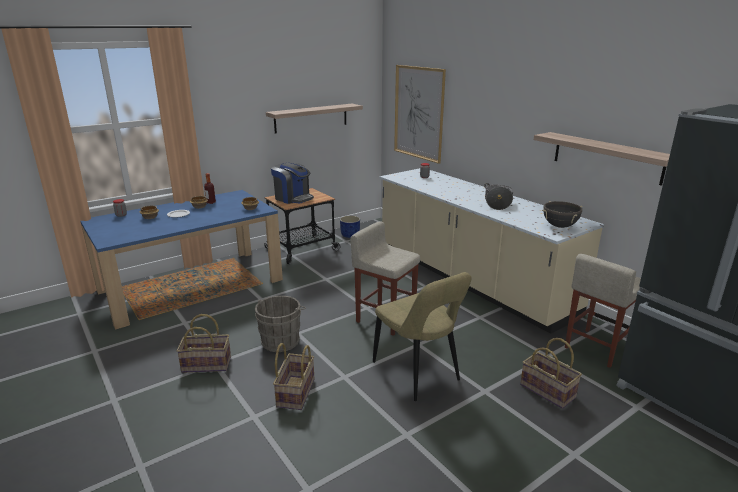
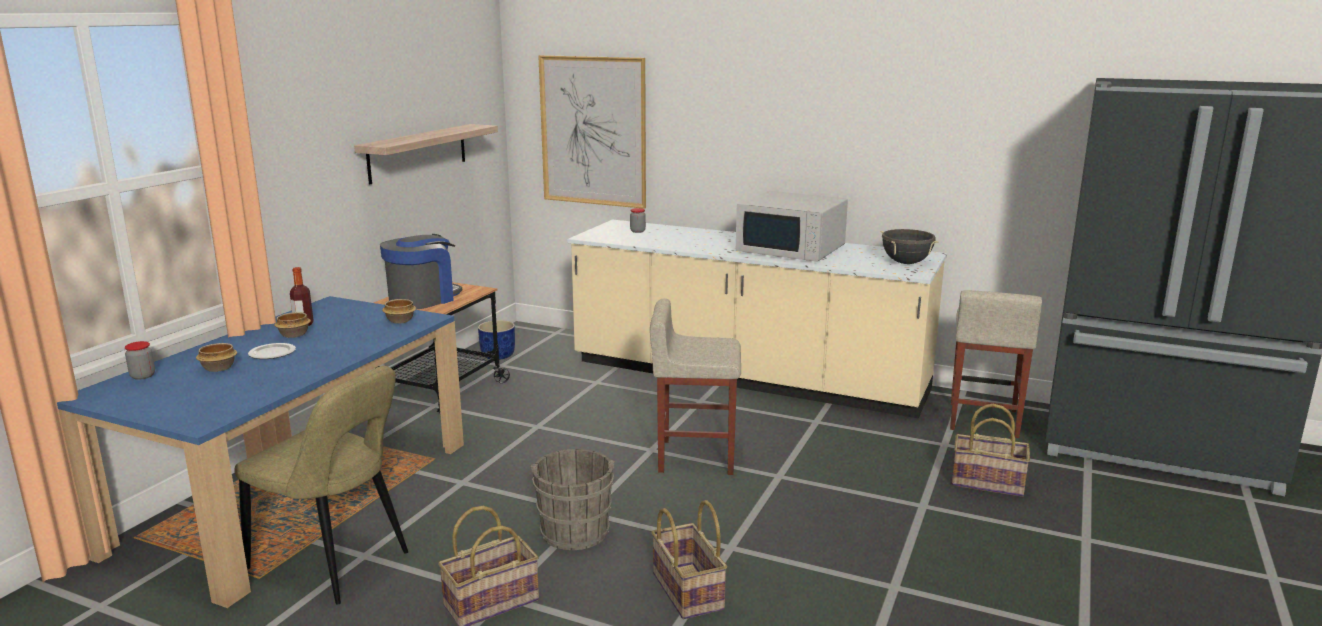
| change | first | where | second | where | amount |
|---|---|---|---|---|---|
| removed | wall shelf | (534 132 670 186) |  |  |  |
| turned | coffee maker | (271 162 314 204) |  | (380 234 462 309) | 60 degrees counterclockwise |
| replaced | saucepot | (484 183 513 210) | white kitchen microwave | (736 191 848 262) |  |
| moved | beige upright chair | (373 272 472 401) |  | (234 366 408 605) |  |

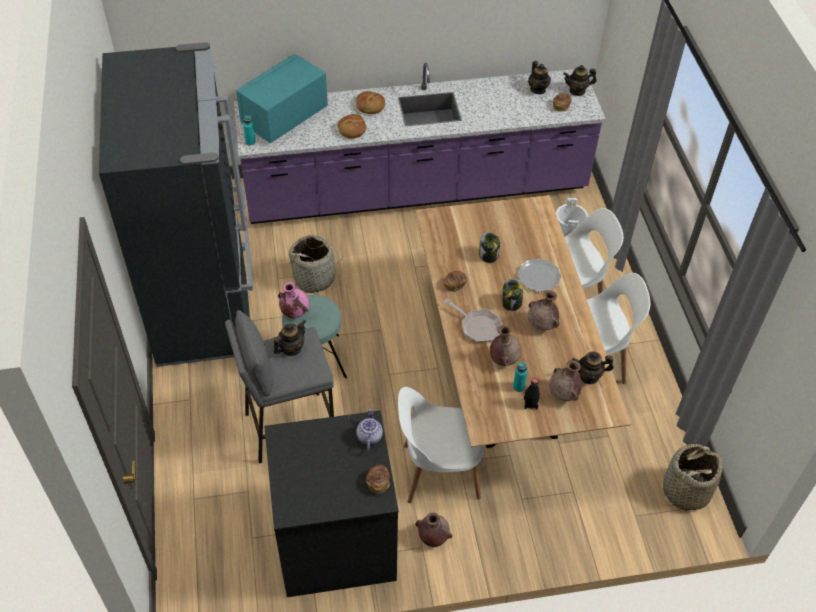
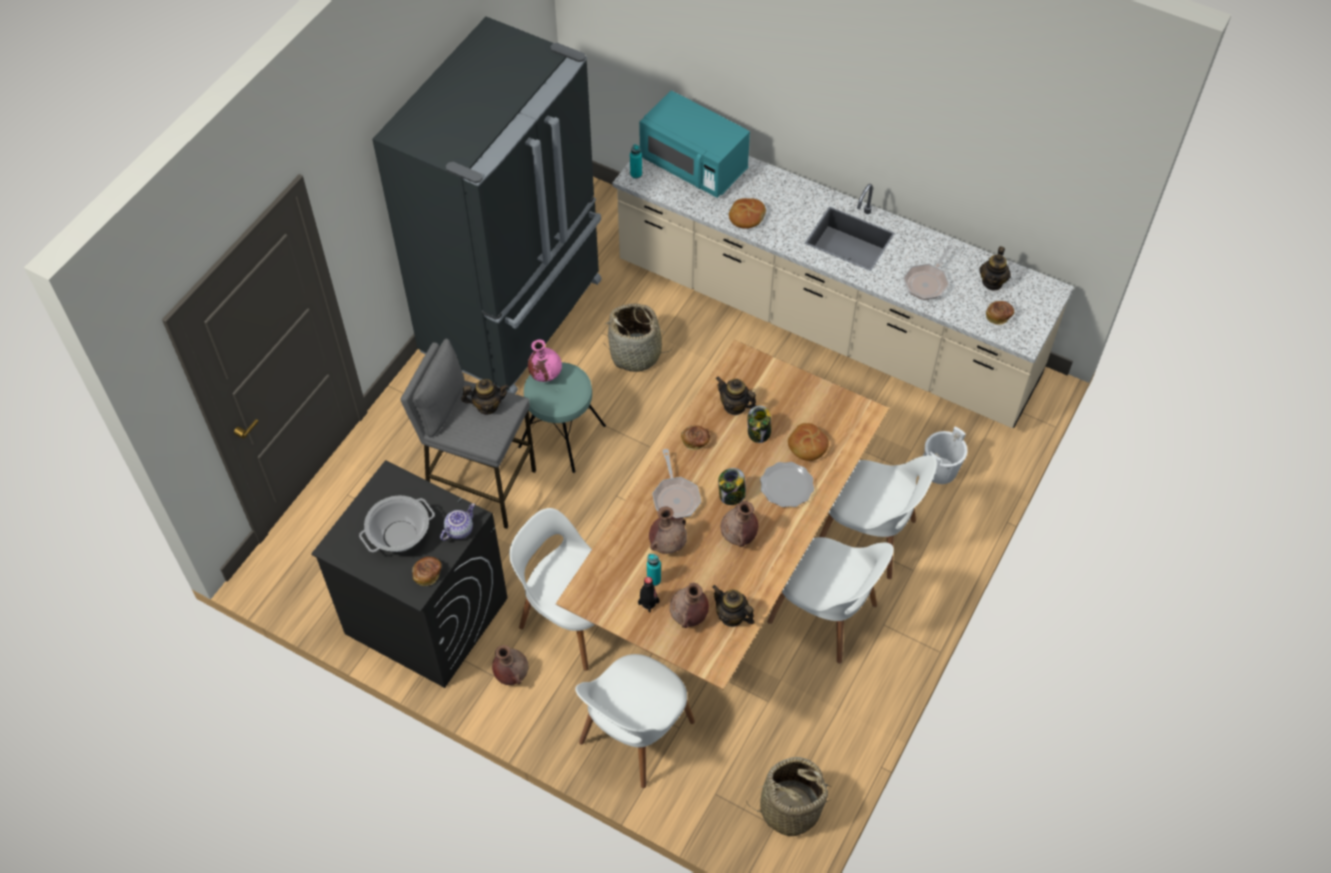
| change | first | where | second | where | amount |
|---|---|---|---|---|---|
| turned | blue-green kitchen microwave | (236 54 328 144) |  | (639 91 750 198) | 135 degrees counterclockwise |
| recoloured | purplish kitchen base unit | (234 63 606 224) | beige kitchen base unit | (613 156 1074 428) |  |
| moved | tea pot | (564 65 597 96) |  | (716 376 756 415) |  |
| moved | baked bread | (356 91 385 114) |  | (788 423 829 461) |  |
| added |  |  | frying pan | (903 245 953 300) |  |
| added |  |  | saucepot | (359 495 435 552) |  |
| added |  |  | white upright chair | (575 654 695 788) |  |

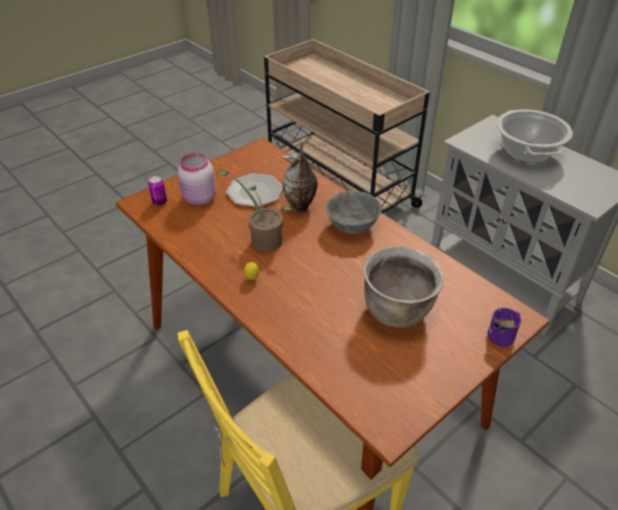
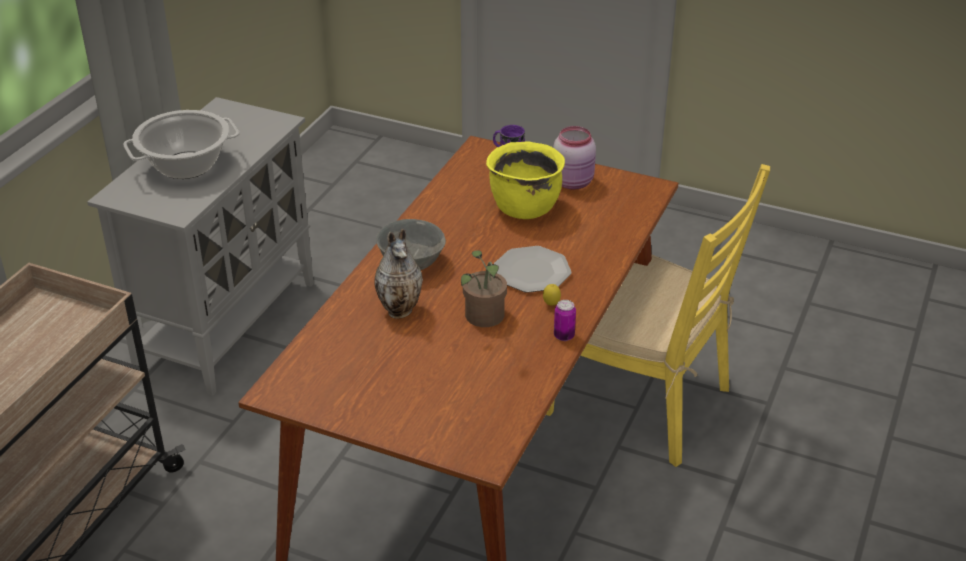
| change | first | where | second | where | amount |
|---|---|---|---|---|---|
| moved | pink-coloured storage jar | (178 153 216 206) |  | (553 126 596 190) |  |
| moved | flat dish | (226 173 283 207) |  | (494 246 572 293) |  |
| moved | sealed can | (148 176 167 206) |  | (554 300 576 341) |  |
| recoloured | brownish saucepot | (363 246 444 328) | yellow saucepot | (486 142 565 219) |  |

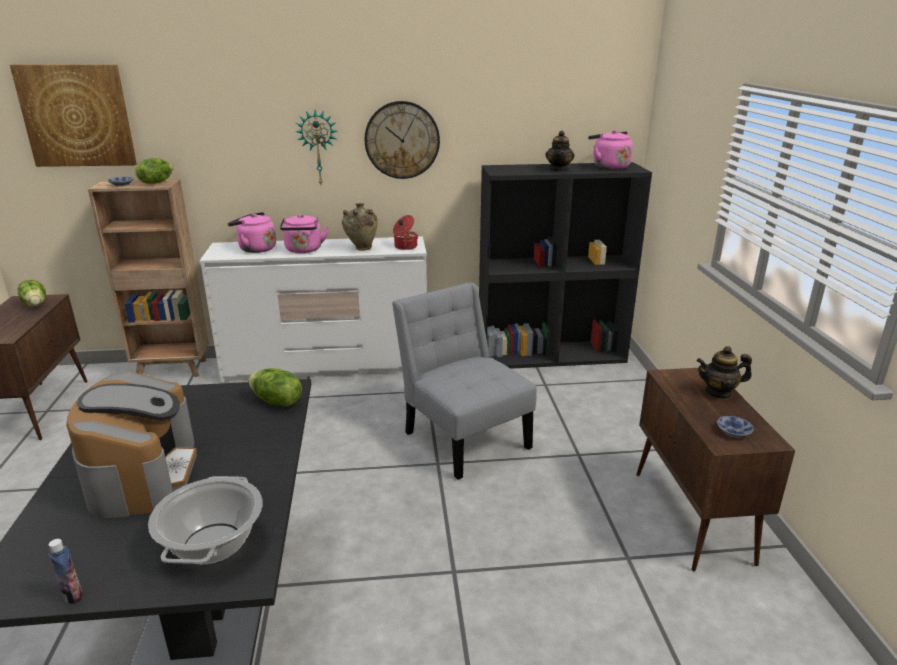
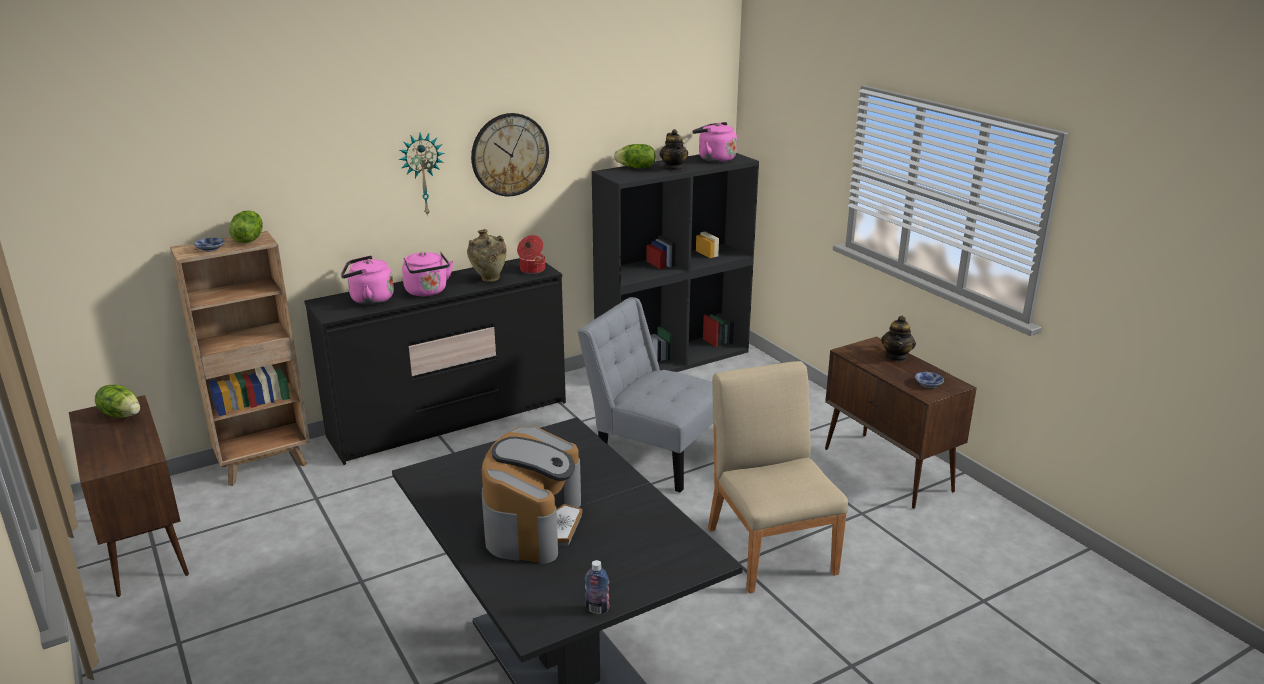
| change | first | where | second | where | amount |
|---|---|---|---|---|---|
| removed | wall art | (10 64 137 167) |  |  |  |
| recoloured | white drawer chest | (200 236 427 383) | black-coloured drawer chest | (304 258 566 465) |  |
| turned | tea pot | (697 346 752 399) |  | (881 316 916 361) | 45 degrees counterclockwise |
| moved | lettuce | (248 368 302 406) |  | (614 144 656 168) |  |
| turned | coffee maker | (66 371 197 518) |  | (482 426 582 563) | 45 degrees clockwise |
| removed | saucepot | (148 476 262 564) |  |  |  |
| added |  |  | beige upright chair | (708 361 848 593) |  |

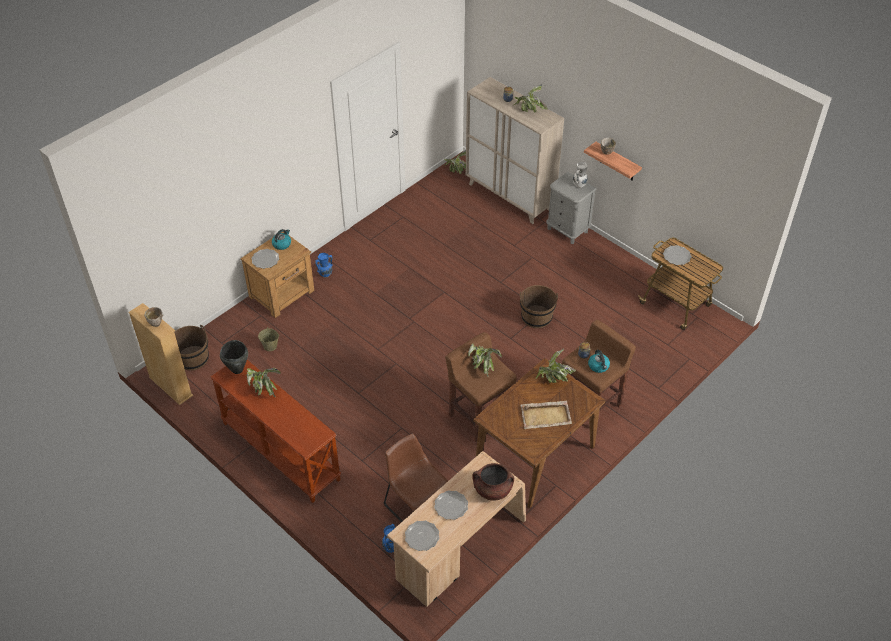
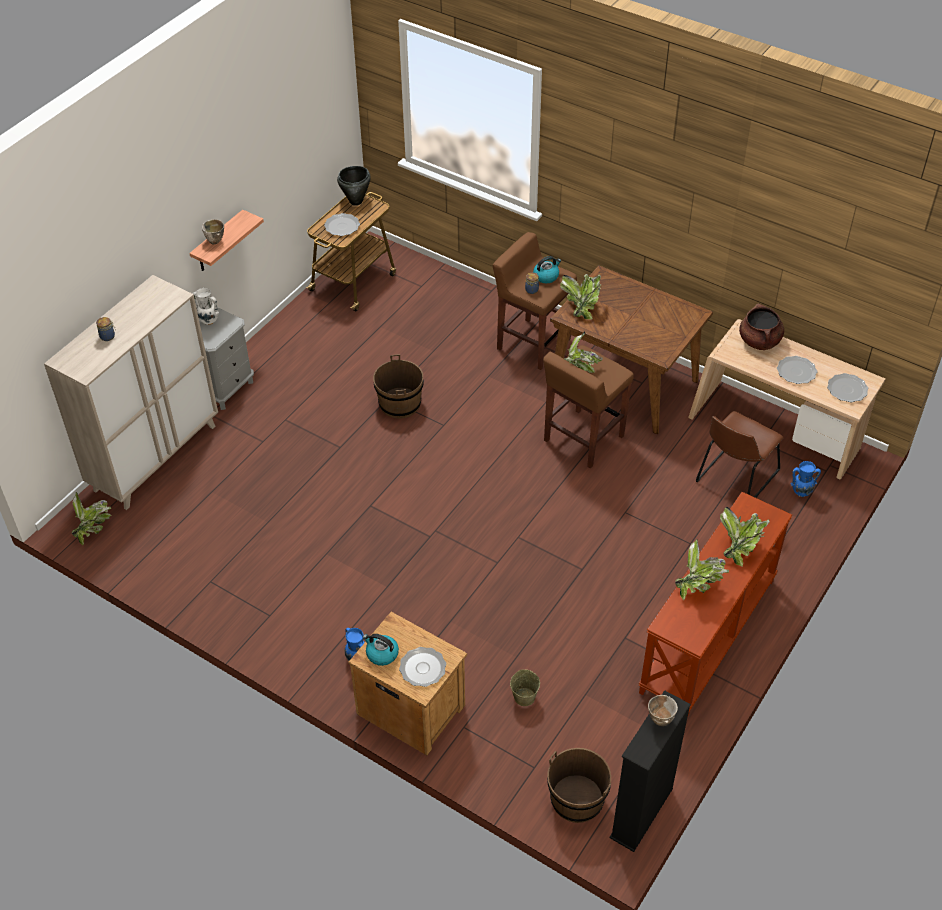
| change | first | where | second | where | amount |
|---|---|---|---|---|---|
| moved | plant in a pot | (514 84 548 113) |  | (720 507 770 566) |  |
| recoloured | beige bookshelf | (128 303 193 405) | black-coloured bookshelf | (609 690 691 852) |  |
| moved | black-coloured saucepot | (220 340 248 374) |  | (337 166 371 206) |  |
| removed | beige carrying tray | (520 401 572 429) |  |  |  |

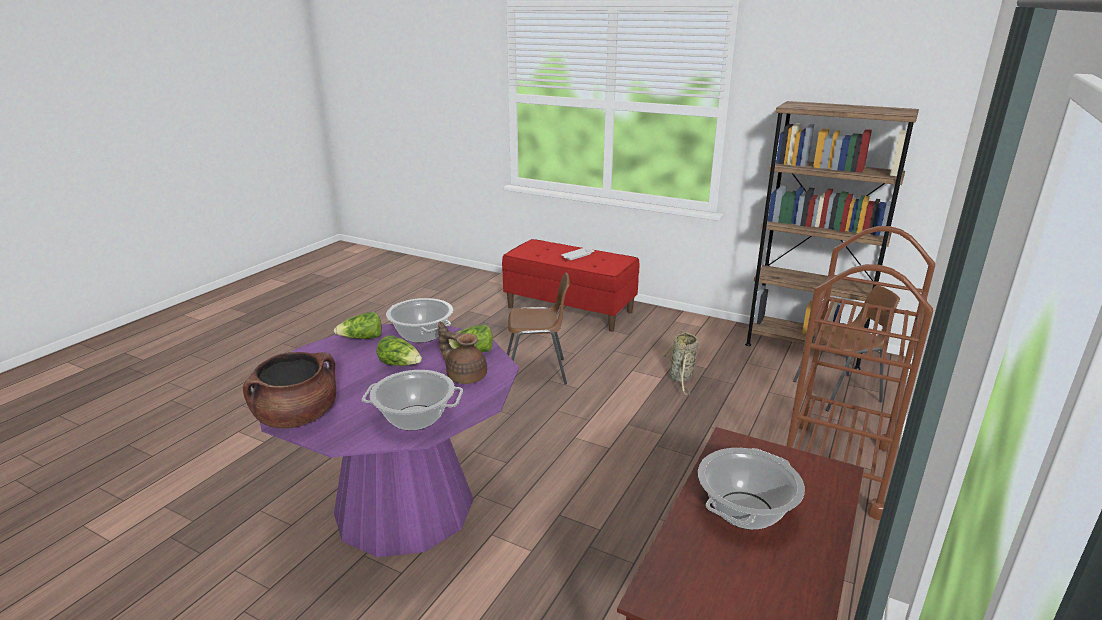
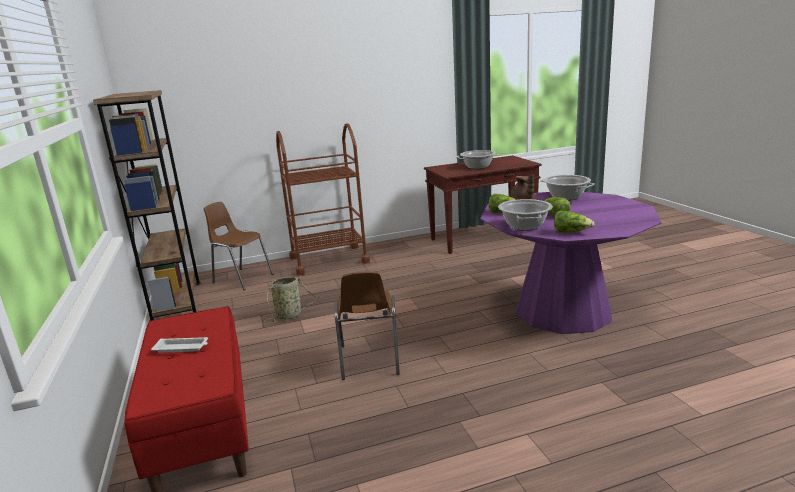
| change | first | where | second | where | amount |
|---|---|---|---|---|---|
| turned | brownish upright chair | (507 272 570 385) |  | (334 272 400 380) | 135 degrees counterclockwise |
| removed | brownish saucepot | (243 352 336 428) |  |  |  |

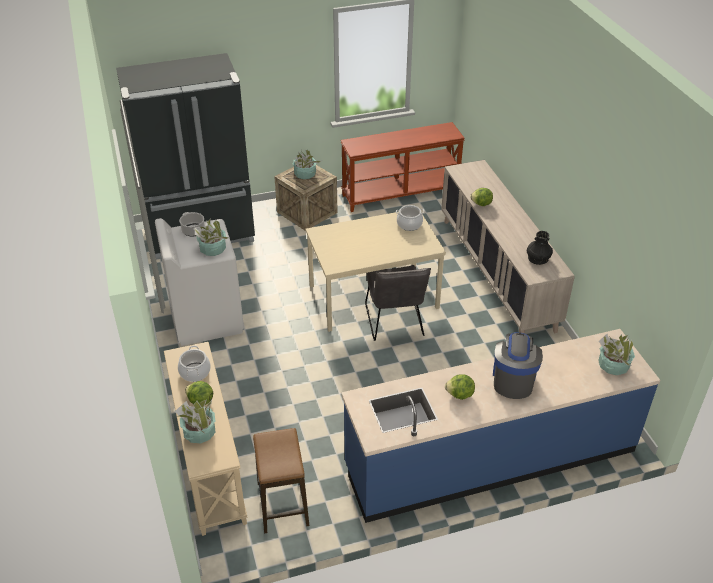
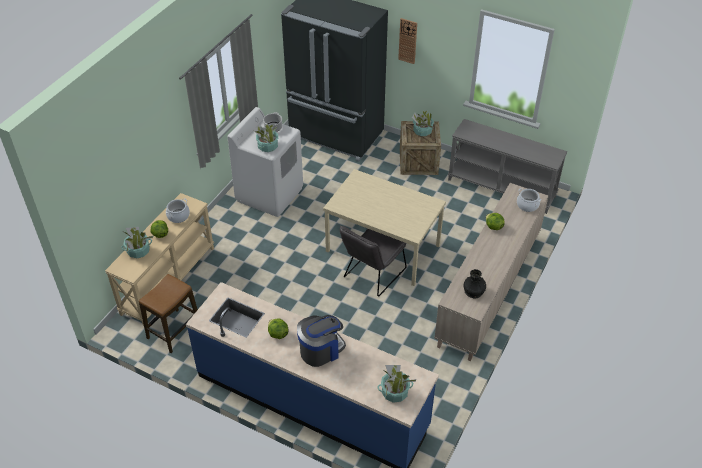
| change | first | where | second | where | amount |
|---|---|---|---|---|---|
| recoloured | brownish console table | (341 122 465 212) | greyish console table | (448 119 568 214) |  |
| moved | saucepot | (396 205 425 231) |  | (517 188 541 212) |  |
| added |  |  | wall clock | (398 18 417 64) |  |

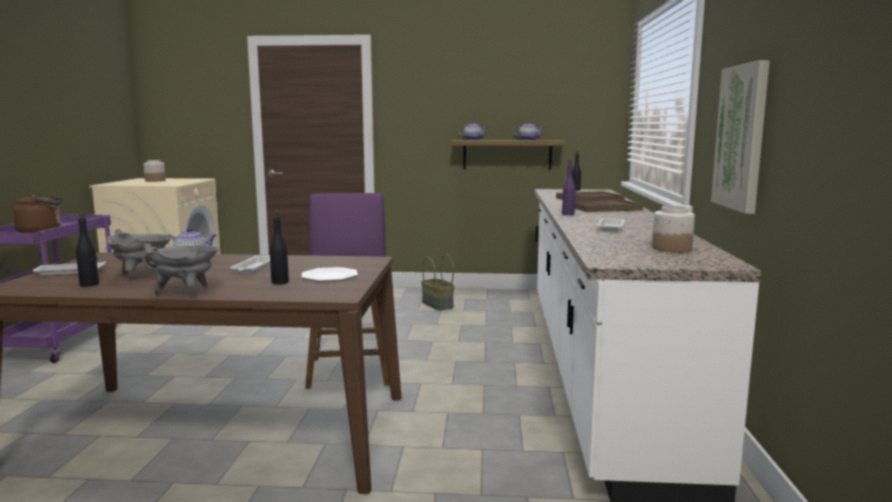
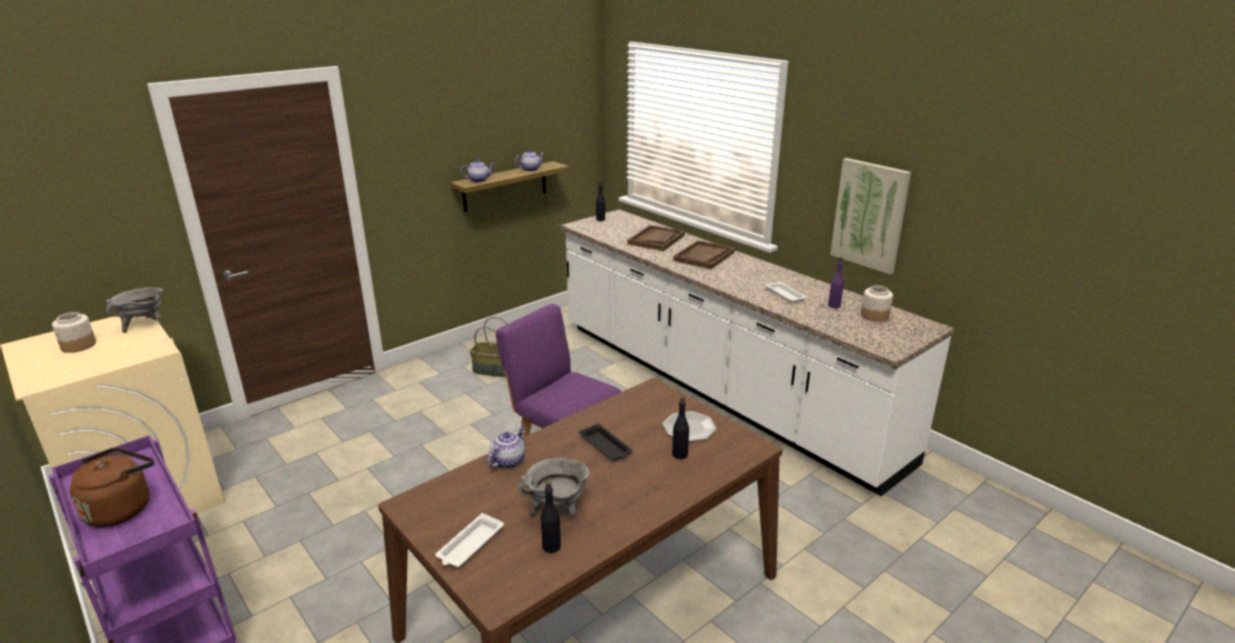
| change | first | where | second | where | amount |
|---|---|---|---|---|---|
| moved | purplish beverage bottle | (562 160 576 215) |  | (828 257 844 308) |  |
| moved | greyish saucepot | (142 244 219 295) |  | (106 287 163 333) |  |
| recoloured | white carrying tray | (230 255 270 273) | black-coloured carrying tray | (579 423 633 461) |  |

